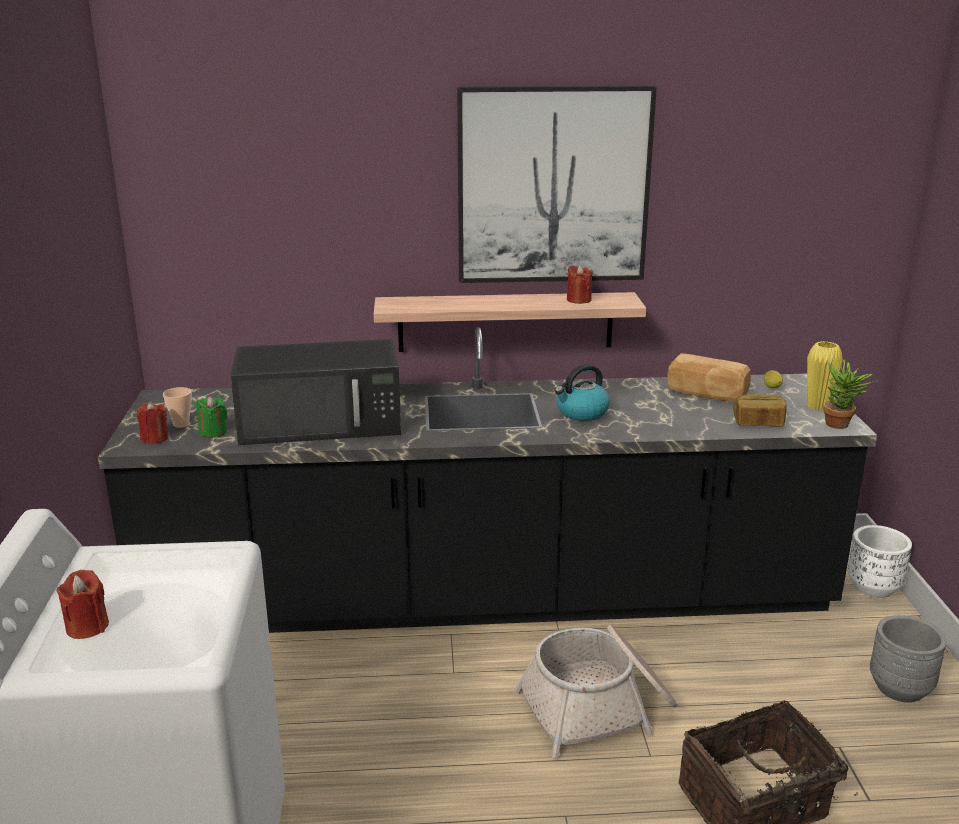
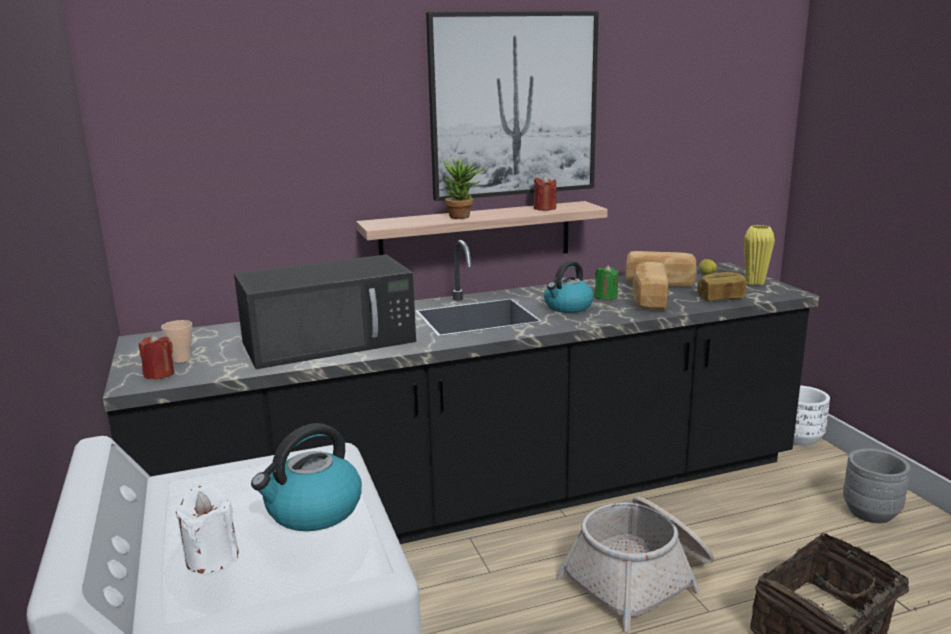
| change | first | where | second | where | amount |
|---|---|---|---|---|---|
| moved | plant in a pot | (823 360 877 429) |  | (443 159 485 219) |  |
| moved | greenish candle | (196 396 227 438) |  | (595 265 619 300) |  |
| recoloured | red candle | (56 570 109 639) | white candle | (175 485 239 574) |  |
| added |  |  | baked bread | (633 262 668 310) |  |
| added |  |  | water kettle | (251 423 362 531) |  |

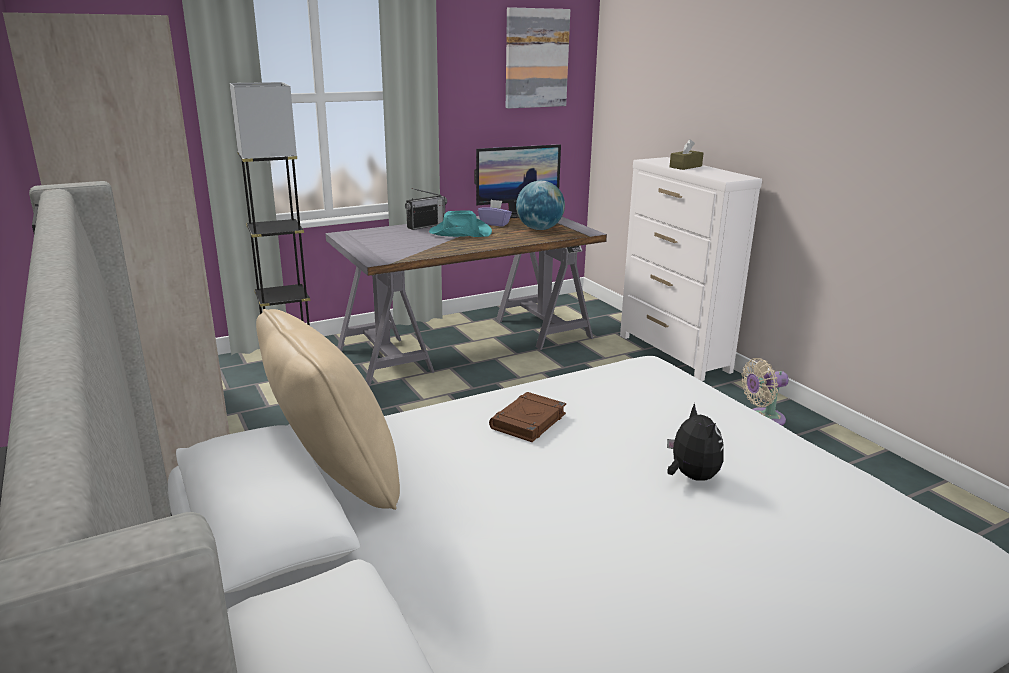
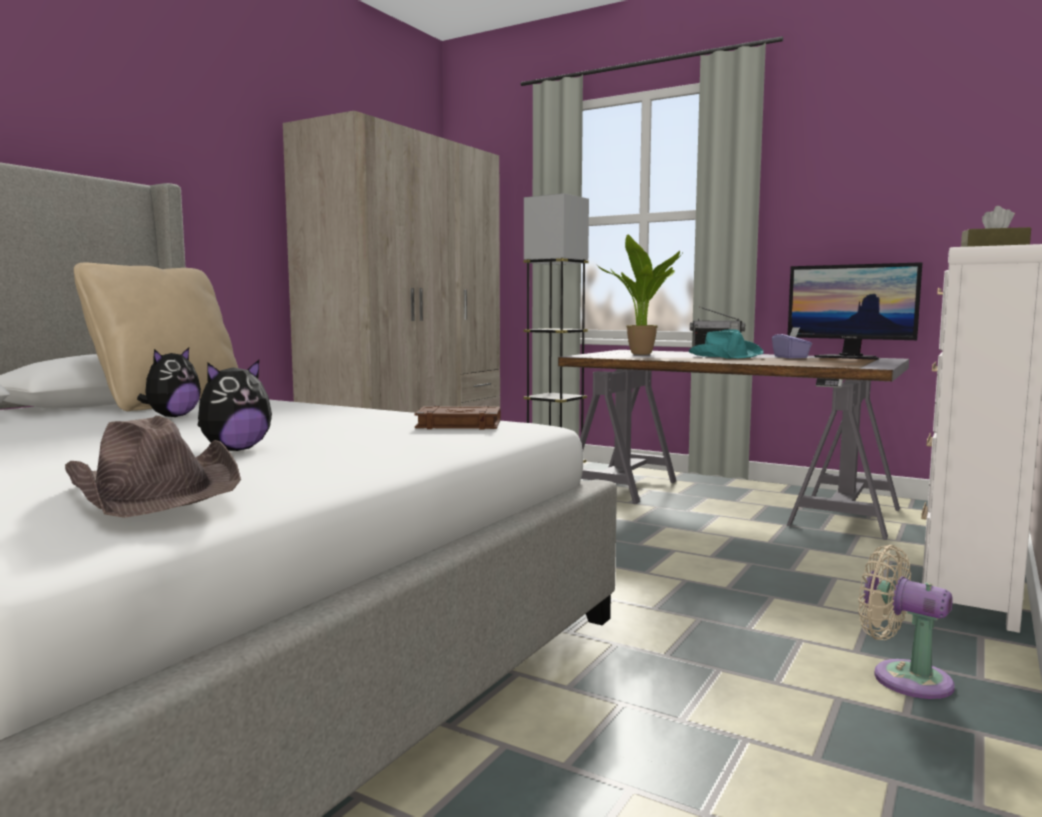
| change | first | where | second | where | amount |
|---|---|---|---|---|---|
| removed | wall art | (506 7 570 109) |  |  |  |
| removed | globe | (516 181 565 230) |  |  |  |
| moved | brownish volume | (489 392 566 442) |  | (414 405 501 429) |  |
| added |  |  | plant in a pot | (596 235 682 355) |  |
| added |  |  | soft toy | (137 348 201 417) |  |
| added |  |  | brownish clothing hat | (65 415 241 518) |  |

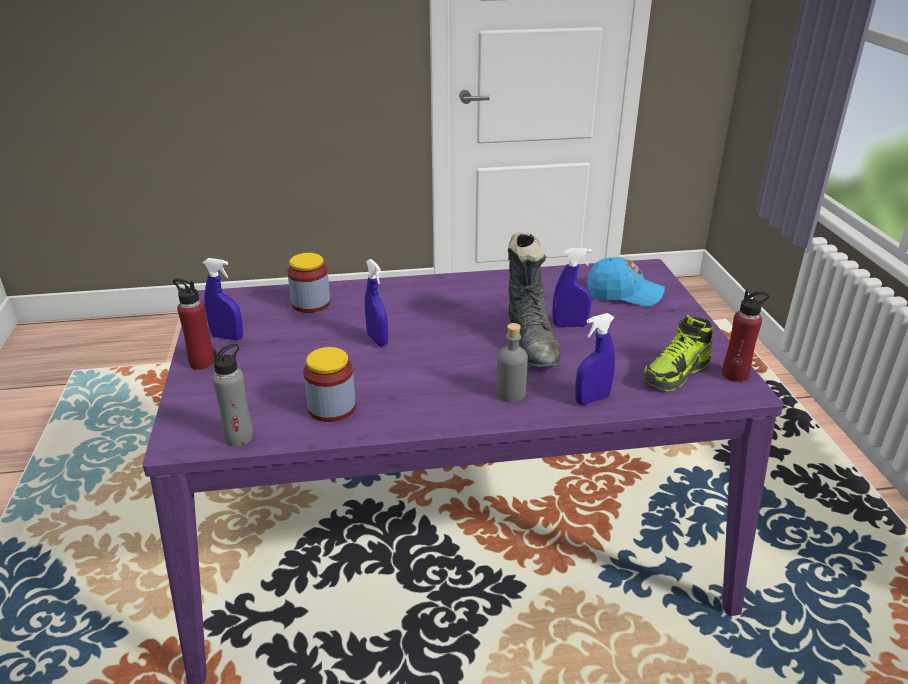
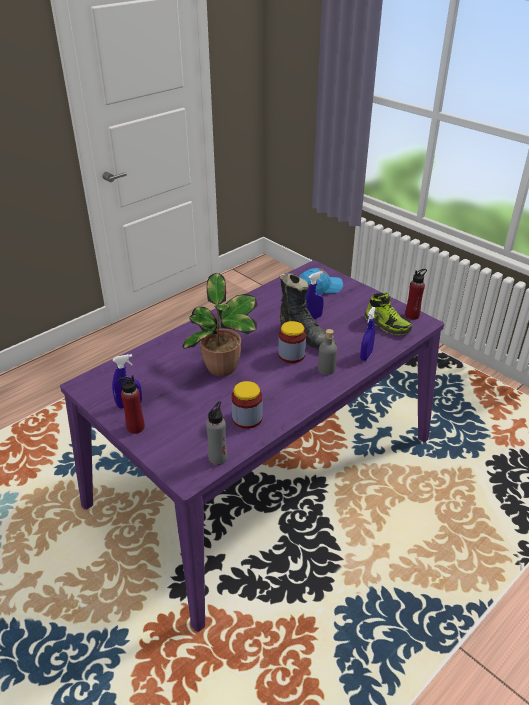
| change | first | where | second | where | amount |
|---|---|---|---|---|---|
| moved | storage jar | (287 253 330 313) |  | (278 321 306 363) |  |
| replaced | blue-coloured spray bottle | (365 259 388 347) | plant in a pot | (182 273 257 376) |  |
| turned | item of footwear | (643 315 713 391) |  | (365 292 413 335) | 60 degrees counterclockwise |

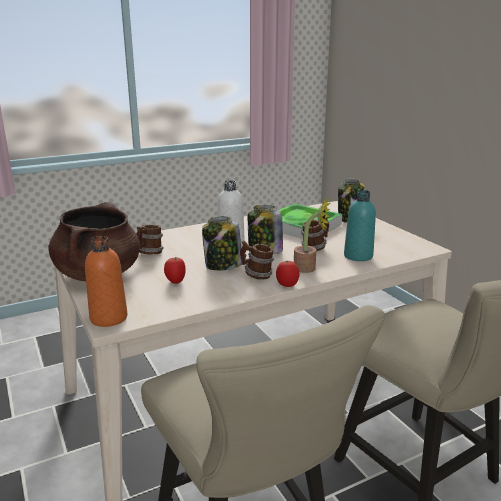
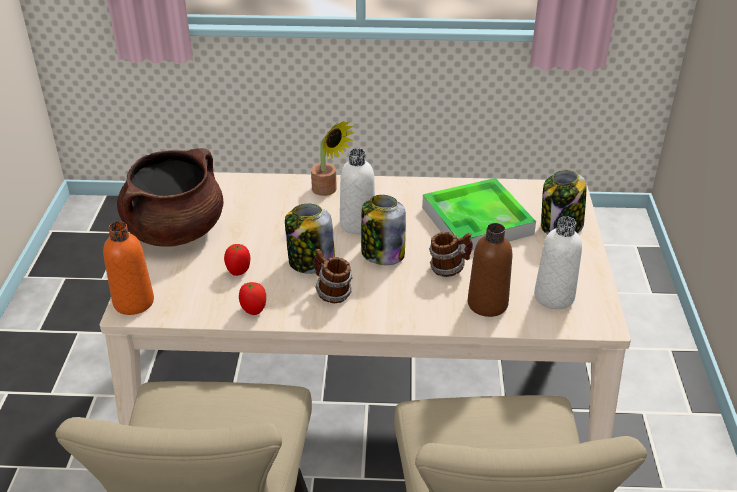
| change | first | where | second | where | amount |
|---|---|---|---|---|---|
| recoloured | blue-green beverage bottle | (344 190 376 261) | brownish beverage bottle | (468 223 512 317) |  |
| moved | plant in a pot | (294 198 330 273) |  | (311 121 354 196) |  |
| removed | coffee mug | (136 225 164 255) |  |  |  |
| moved | tomato | (276 261 300 287) |  | (239 282 266 315) |  |
| added |  |  | white beverage bottle | (534 216 582 309) |  |

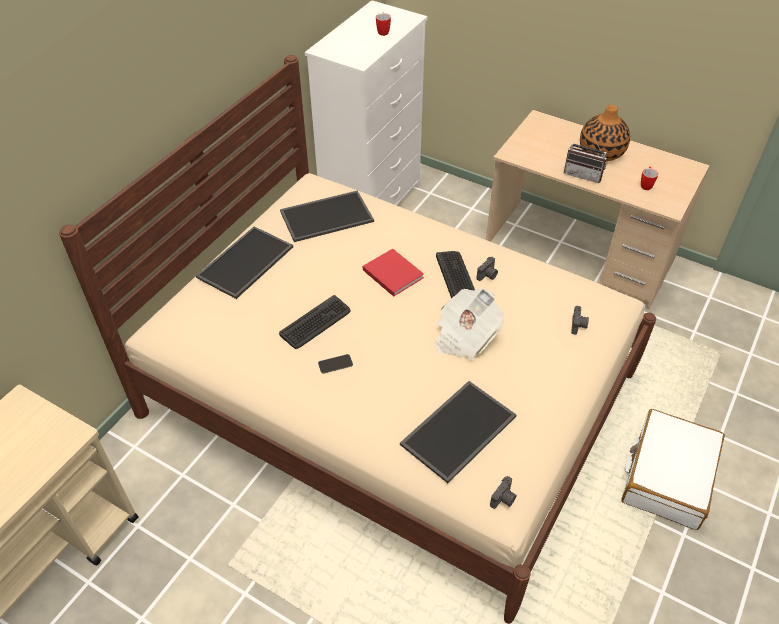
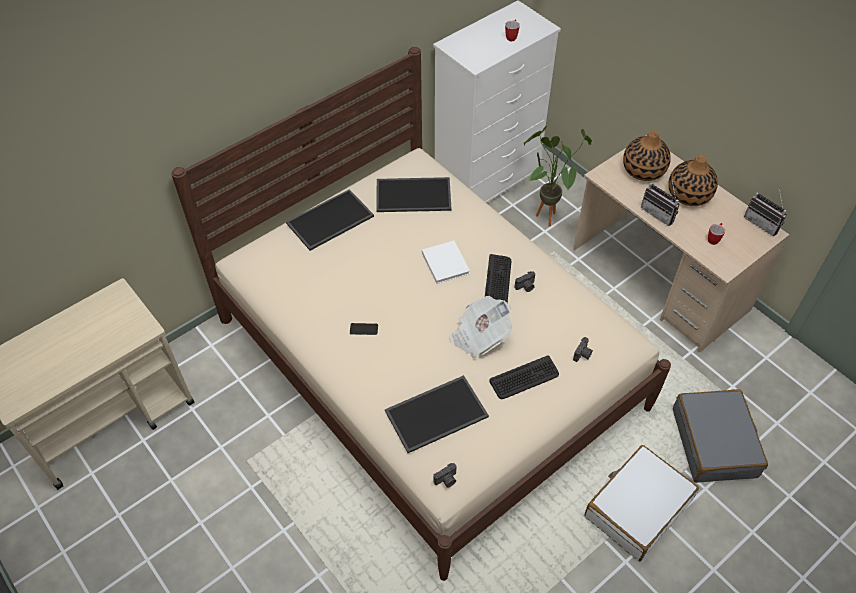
| change | first | where | second | where | amount |
|---|---|---|---|---|---|
| recoloured | red volume | (363 249 424 297) | white volume | (422 241 470 284) |  |
| moved | PC keyboard | (279 295 351 349) |  | (489 356 559 399) |  |
| added |  |  | plant in a pot | (524 126 592 227) |  |
| added |  |  | decorative vase | (623 130 671 181) |  |
| added |  |  | radio | (744 188 787 236) |  |
| added |  |  | greyish suitcase | (673 389 768 483) |  |

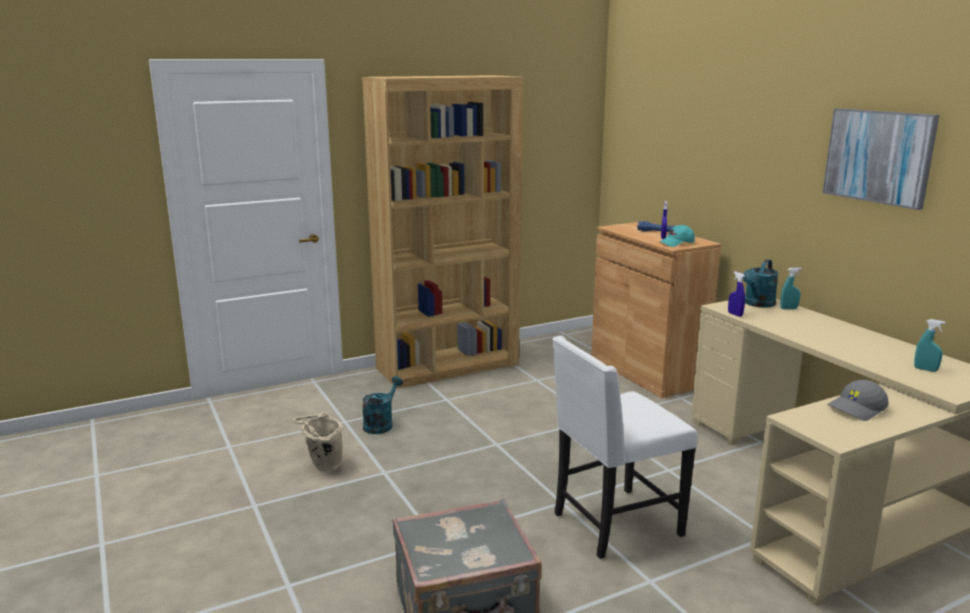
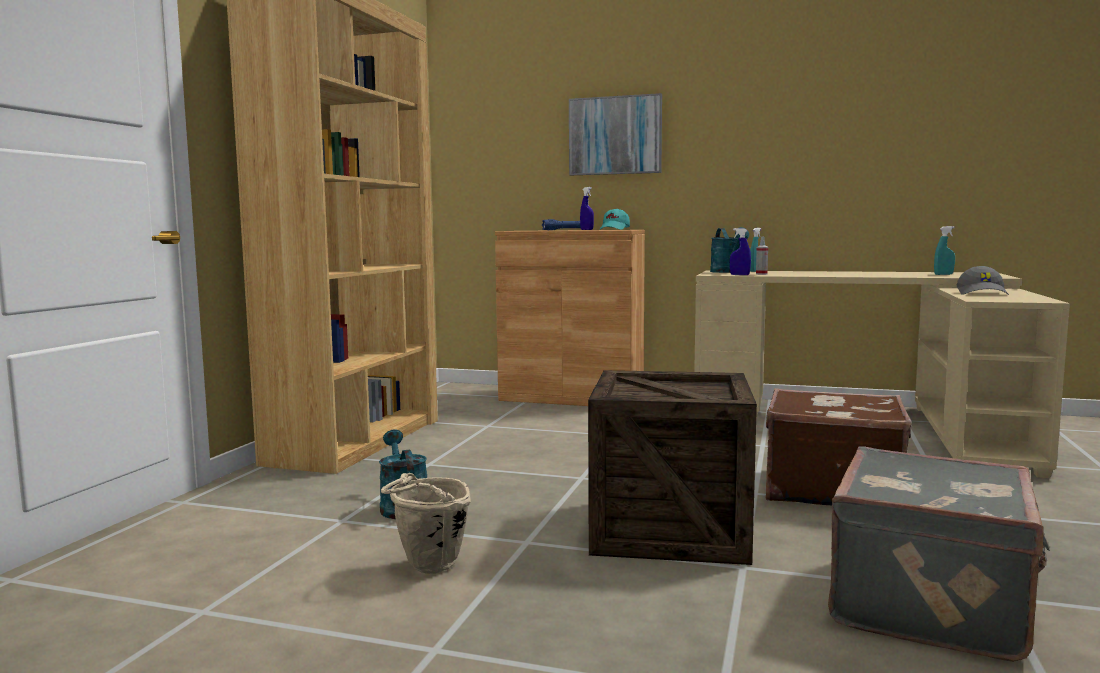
| change | first | where | second | where | amount |
|---|---|---|---|---|---|
| moved | wall art | (823 108 939 210) |  | (569 93 662 175) |  |
| replaced | white upright chair | (552 336 697 559) | brownish suitcase | (766 388 912 505) |  |
| added |  |  | spray bottle | (756 237 768 275) |  |
| added |  |  | packing crate | (588 370 757 565) |  |

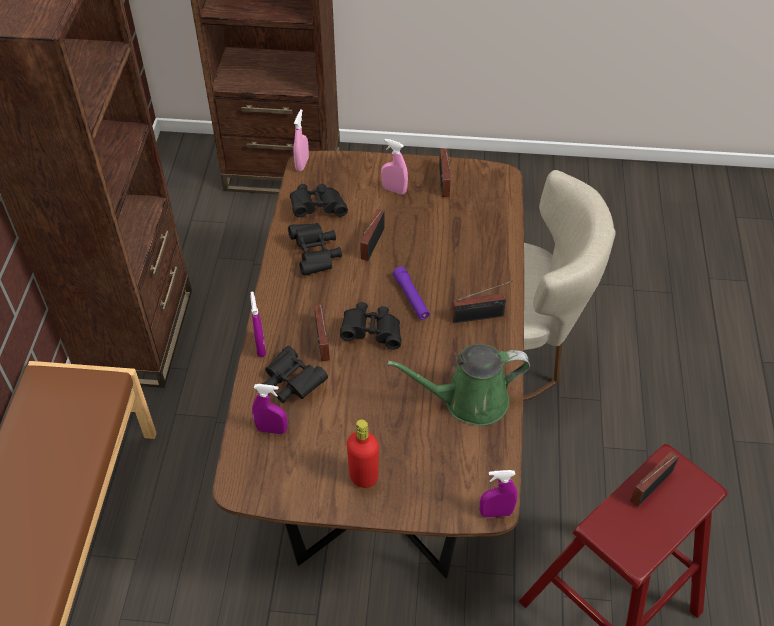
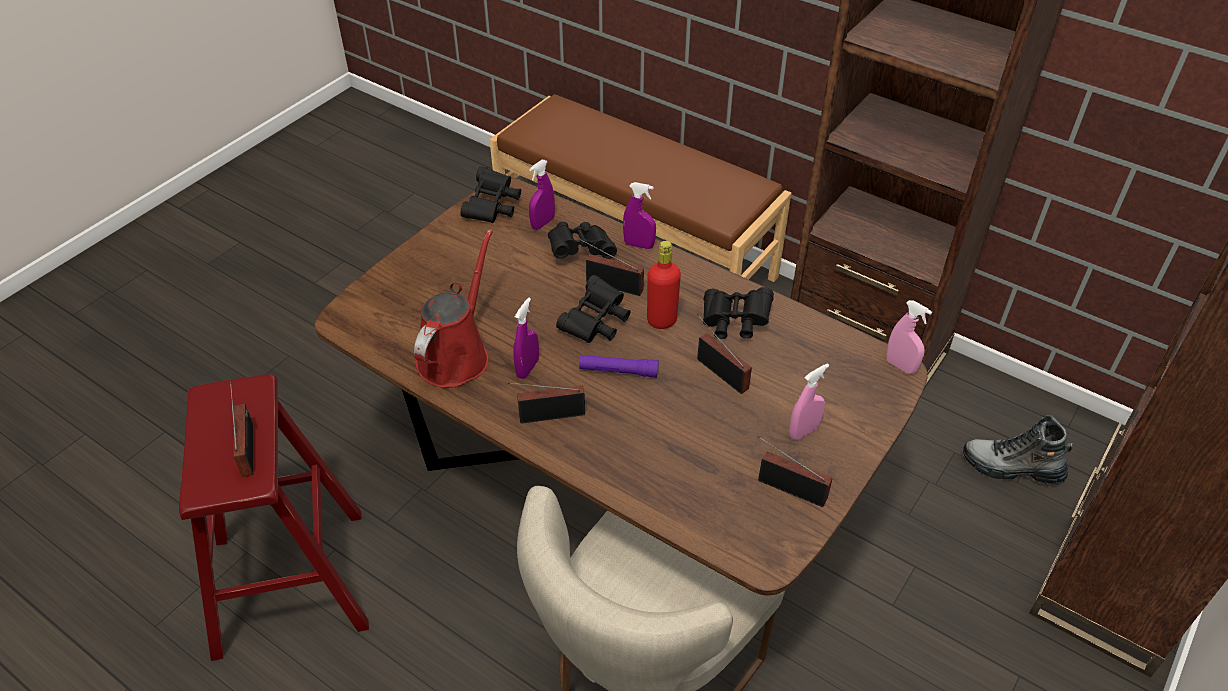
| change | first | where | second | where | amount |
|---|---|---|---|---|---|
| moved | black-coloured pair of binoculars | (290 184 348 217) |  | (460 166 521 223) |  |
| turned | radio | (452 281 513 323) |  | (508 382 585 423) | 60 degrees clockwise |
| recoloured | greenish watering pot | (387 344 530 426) | red watering pot | (414 230 493 388) |  |
| moved | red beverage bottle | (347 419 379 488) |  | (647 241 681 329) |  |
| moved | purplish spray bottle | (480 470 517 518) |  | (513 298 539 379) |  |
| added |  |  | boot | (963 415 1073 484) |  |

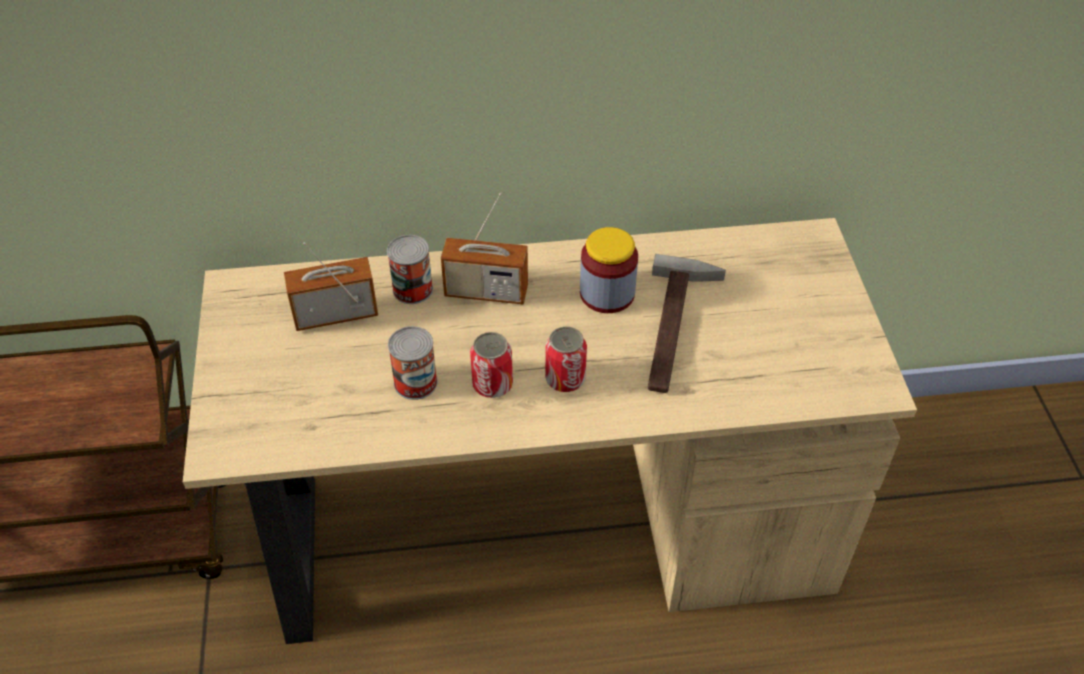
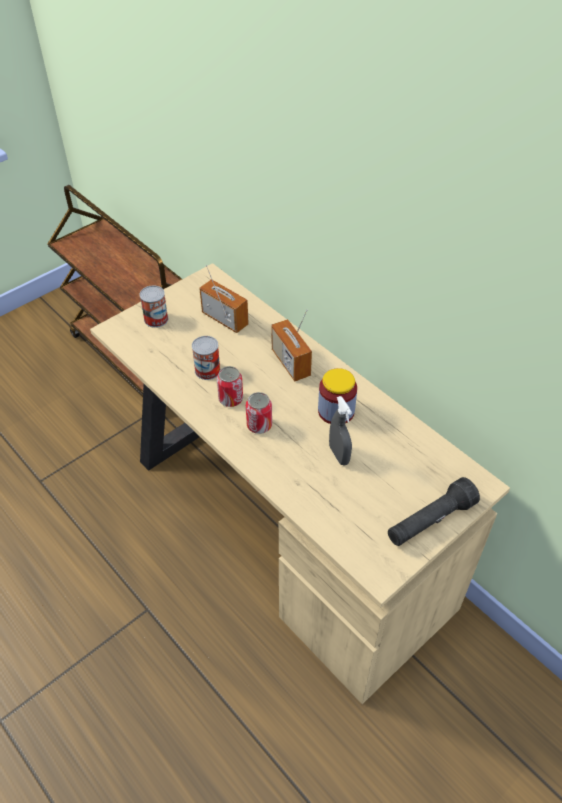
| change | first | where | second | where | amount |
|---|---|---|---|---|---|
| moved | sealed can | (387 235 433 304) |  | (139 285 168 328) |  |
| replaced | hammer | (648 254 726 393) | greyish spray bottle | (329 396 352 465) |  |
| added |  |  | black-coloured flashlight | (388 477 480 546) |  |

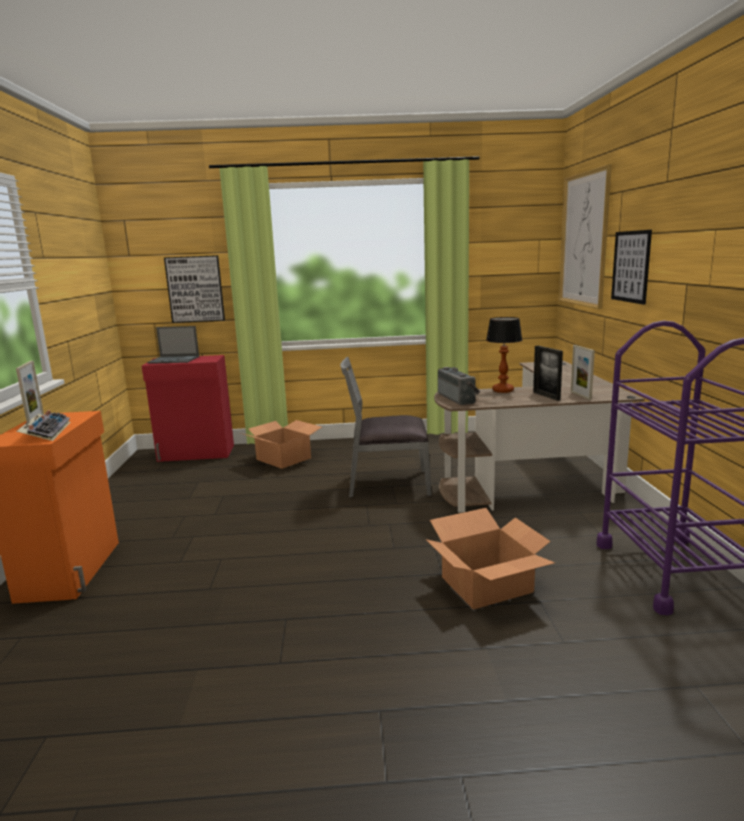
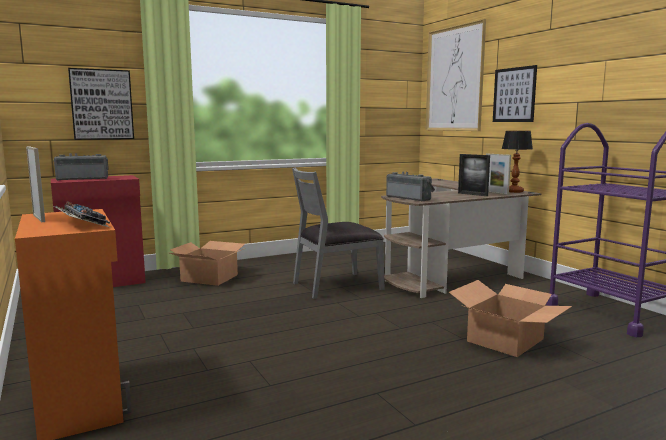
| change | first | where | second | where | amount |
|---|---|---|---|---|---|
| moved | table lamp | (486 317 522 393) |  | (502 131 533 193) |  |
| replaced | notebook computer | (147 326 199 364) | radio | (53 153 109 181) |  |

